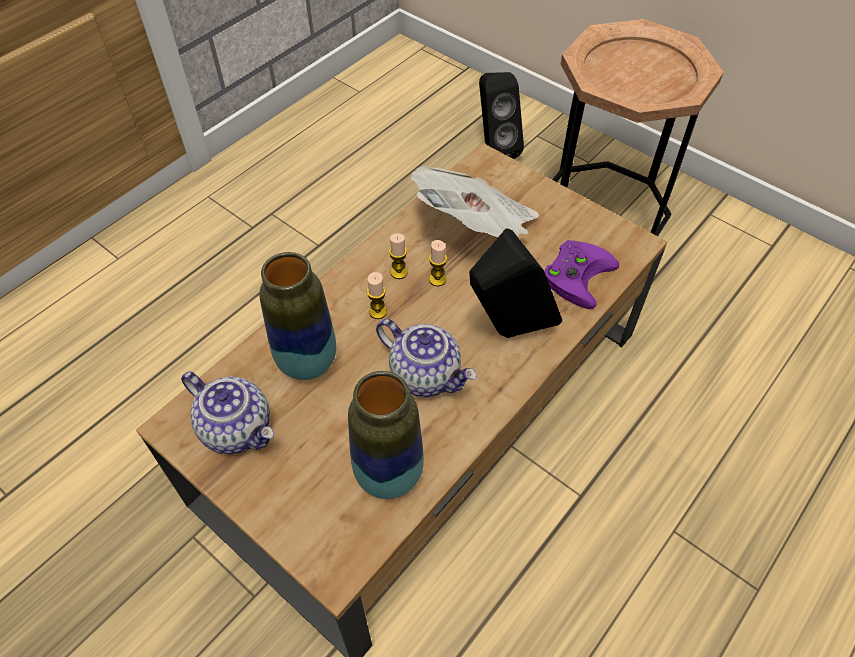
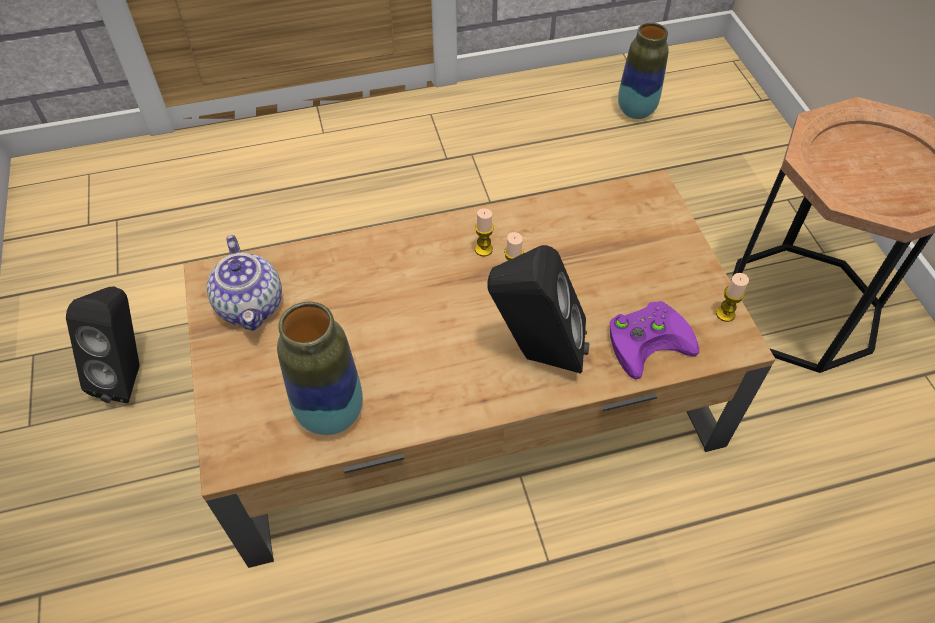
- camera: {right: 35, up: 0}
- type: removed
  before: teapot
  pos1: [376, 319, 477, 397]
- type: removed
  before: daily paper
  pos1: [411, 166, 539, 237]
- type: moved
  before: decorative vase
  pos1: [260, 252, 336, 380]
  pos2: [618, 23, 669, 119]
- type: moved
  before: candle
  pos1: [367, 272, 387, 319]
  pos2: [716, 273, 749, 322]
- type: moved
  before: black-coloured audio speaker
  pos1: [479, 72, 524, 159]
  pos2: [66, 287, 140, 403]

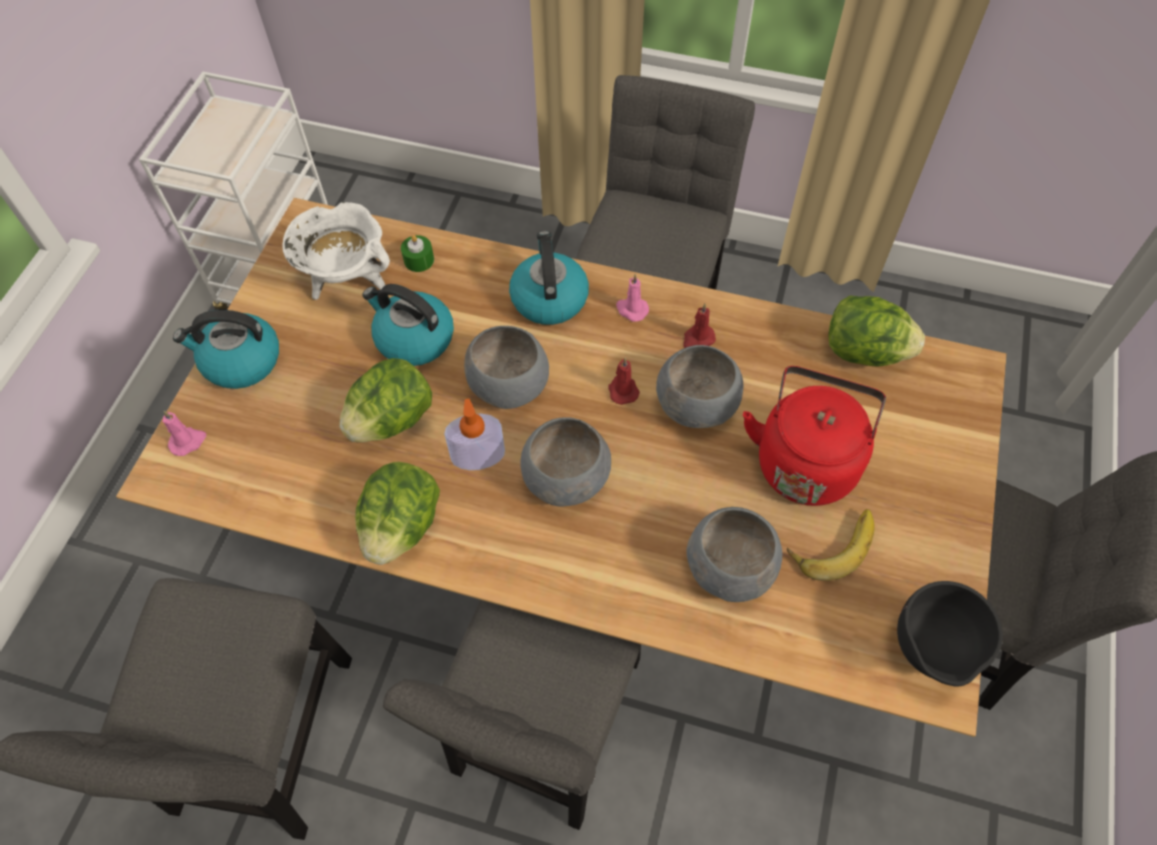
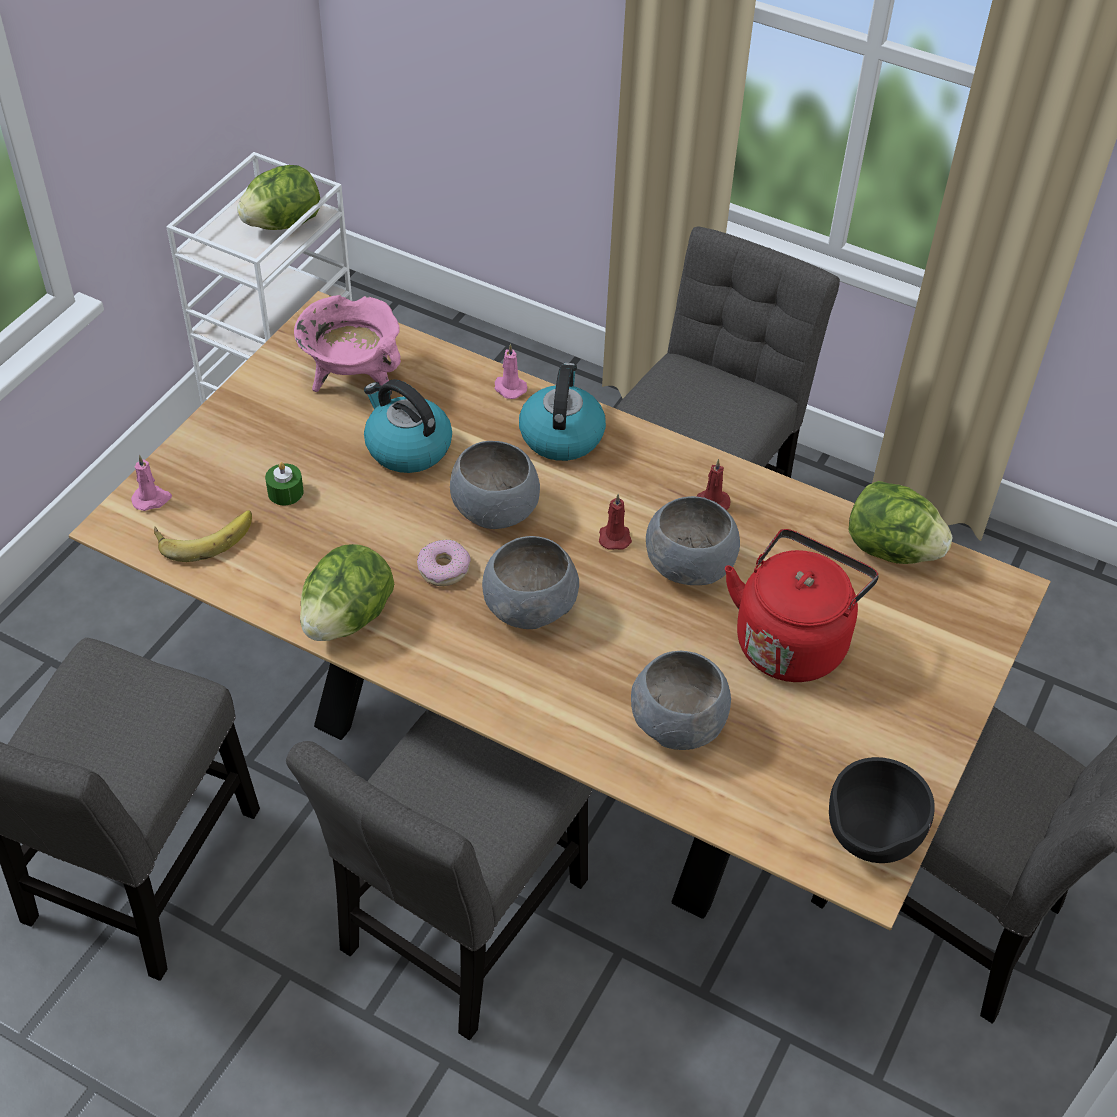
- camera: {right: 10, up: -10}
- type: removed
  before: tea kettle
  pos1: [173, 310, 279, 389]
- type: moved
  before: lettuce
  pos1: [339, 358, 432, 443]
  pos2: [237, 165, 320, 230]
- type: moved
  before: green-coloured candle
  pos1: [401, 235, 434, 272]
  pos2: [265, 462, 304, 505]
- type: moved
  before: pink candle
  pos1: [616, 274, 649, 322]
  pos2: [495, 344, 527, 399]
- type: moved
  before: whole banana
  pos1: [787, 509, 875, 581]
  pos2: [154, 510, 252, 562]
- type: replaced
  before: soap bottle
  after: doughnut
  pos1: [444, 399, 505, 470]
  pos2: [417, 540, 471, 586]
- type: recoloured
  before: white-coloured cooking pot
  after: pink cooking pot
  pos1: [282, 202, 390, 300]
  pos2: [294, 295, 401, 395]

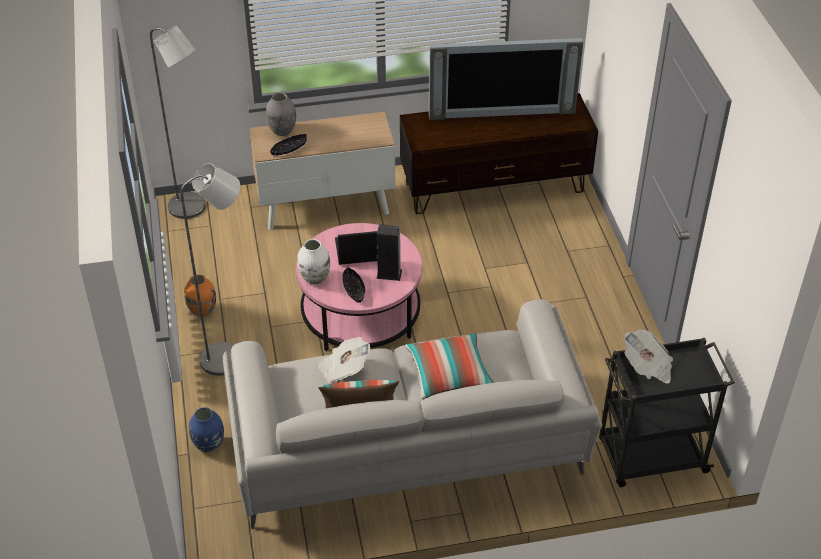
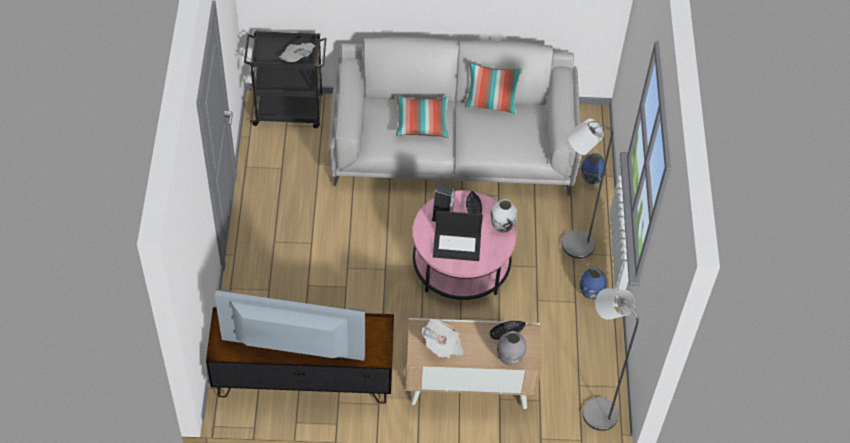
- camera: {right: -170, up: 10}
- type: moved
  before: daily paper
  pos1: [318, 337, 371, 383]
  pos2: [422, 319, 464, 358]
- type: recoloured
  before: orange-coloured decorative vase
  after: blue decorative vase
  pos1: [184, 274, 216, 317]
  pos2: [580, 268, 606, 299]

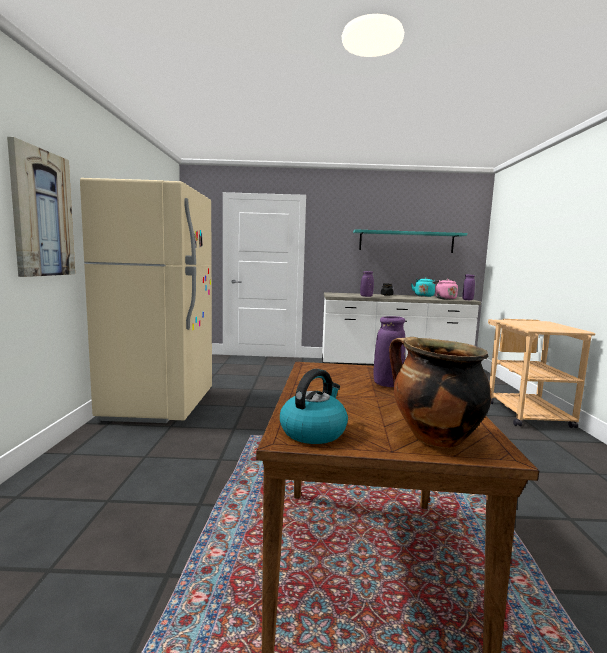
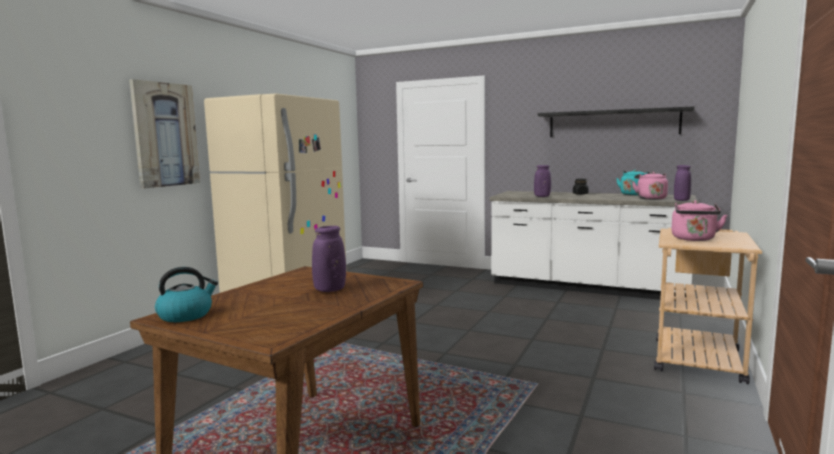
- camera: {right: 25, up: 0}
- type: removed
  before: cooking pot
  pos1: [389, 337, 492, 448]
- type: added
  after: pink tea kettle
  pos2: [671, 200, 727, 241]
- type: recoloured
  before: turquoise-coloured wall shelf
  after: black-coloured wall shelf
  pos1: [353, 229, 467, 253]
  pos2: [538, 106, 694, 137]

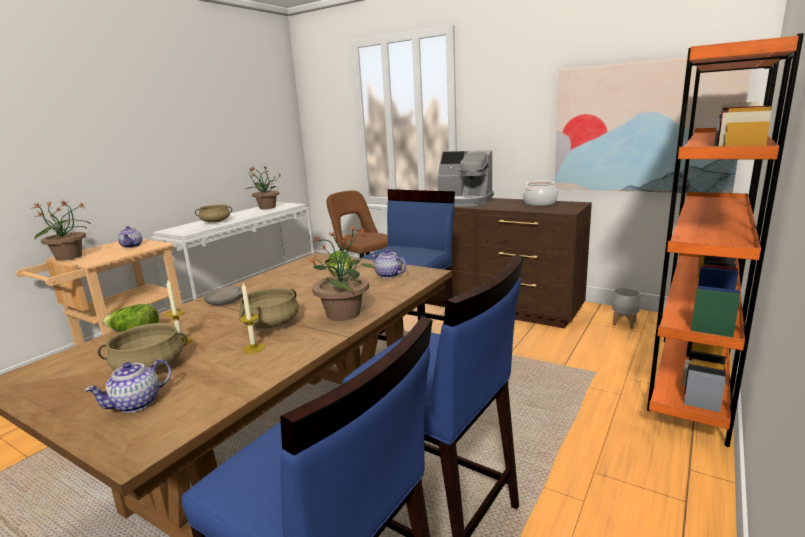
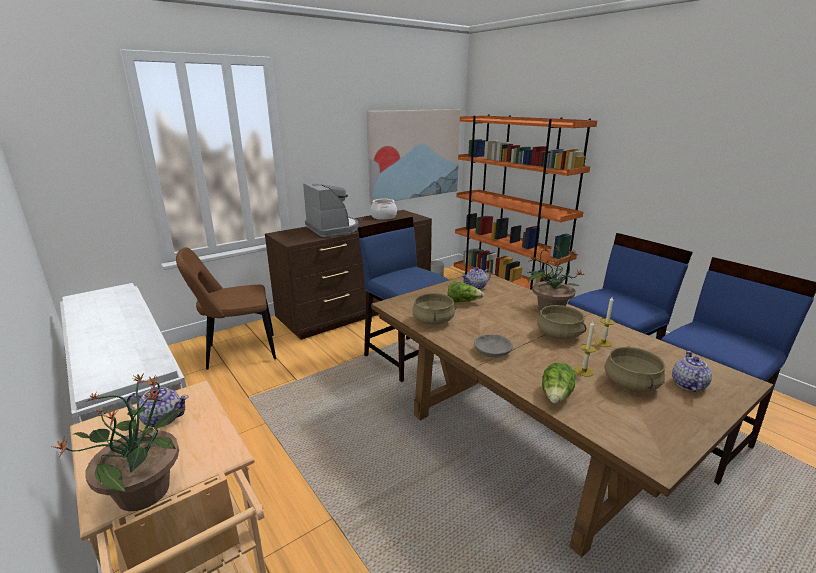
- camera: {right: -70, up: 5}
- type: removed
  before: potted plant
  pos1: [246, 166, 282, 209]
- type: moved
  before: sand-coloured cooking pot
  pos1: [195, 204, 232, 223]
  pos2: [412, 293, 455, 325]
- type: turned
  before: teapot
  pos1: [84, 359, 172, 413]
  pos2: [672, 351, 712, 392]
  turn: -135
- type: turned
  before: coffee brewer
  pos1: [438, 150, 494, 207]
  pos2: [303, 183, 358, 237]
  turn: -75

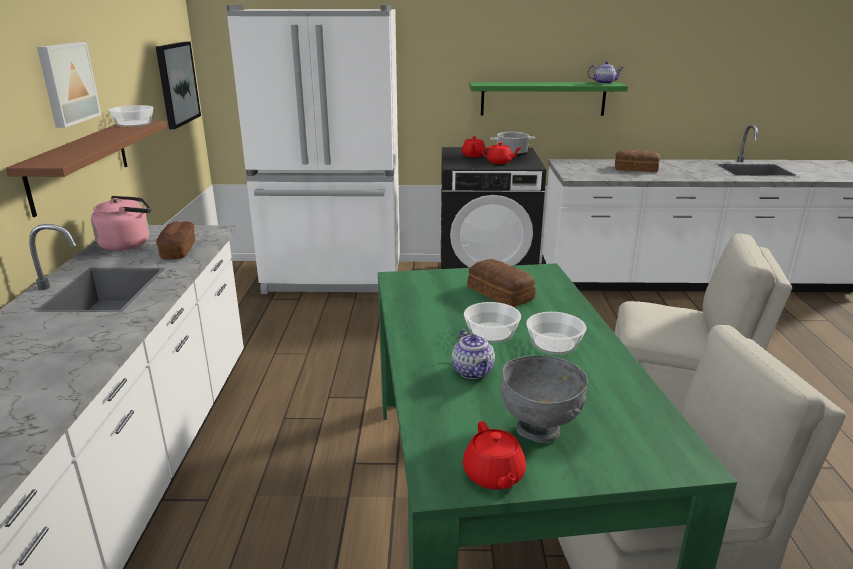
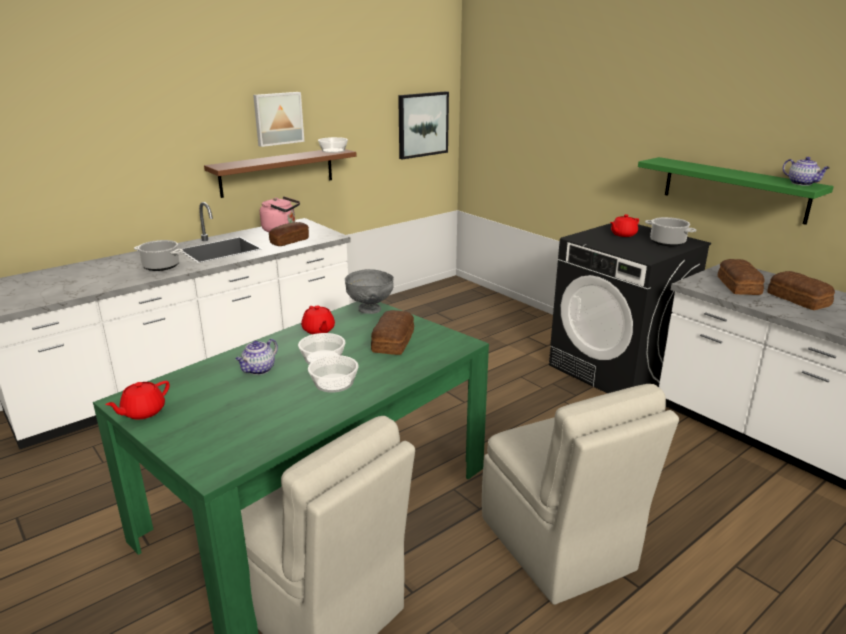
- camera: {right: 50, up: 0}
- type: removed
  before: white-coloured fridge
  pos1: [226, 5, 400, 294]
- type: added
  after: cooking pot
  pos2: [134, 240, 183, 271]
- type: added
  after: bread
  pos2: [718, 259, 765, 295]
- type: moved
  before: red-coloured teapot
  pos1: [481, 142, 521, 164]
  pos2: [301, 306, 335, 334]
- type: moved
  before: grey bowl
  pos1: [500, 355, 588, 443]
  pos2: [345, 269, 394, 314]

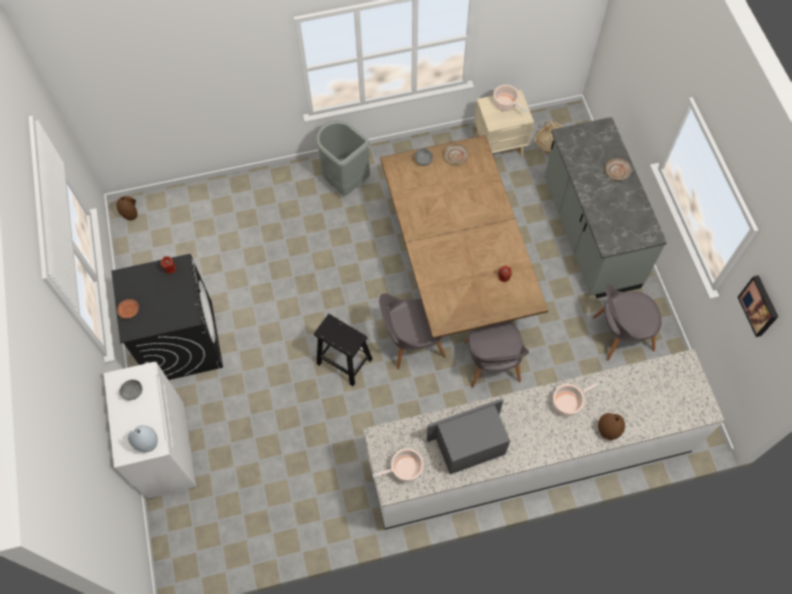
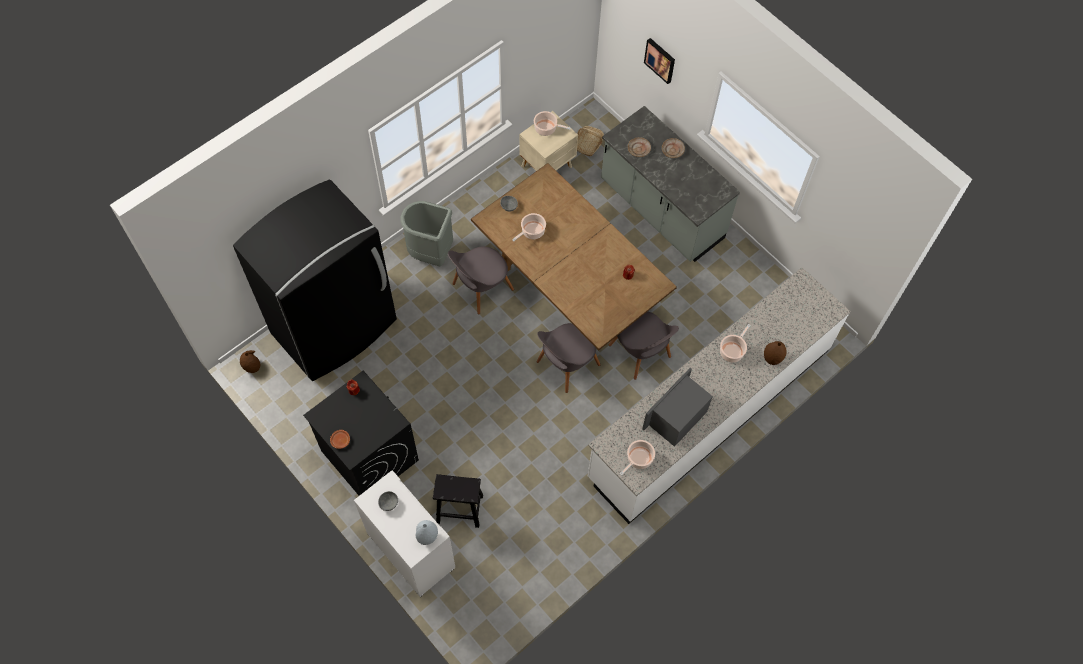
- camera: {right: -30, up: 0}
- type: added
  after: black-coloured fridge
  pos2: [233, 179, 397, 381]
- type: added
  after: cooking pot
  pos2: [512, 213, 546, 241]
- type: moved
  before: black-coloured stool seat
  pos1: [314, 314, 372, 386]
  pos2: [433, 474, 483, 528]
- type: moved
  before: sand-coloured dinner plate
  pos1: [443, 143, 469, 165]
  pos2: [628, 137, 651, 157]
- type: moved
  before: grey chair
  pos1: [593, 284, 662, 361]
  pos2: [448, 247, 514, 315]
- type: moved
  before: wall art
  pos1: [738, 275, 778, 337]
  pos2: [644, 38, 675, 84]

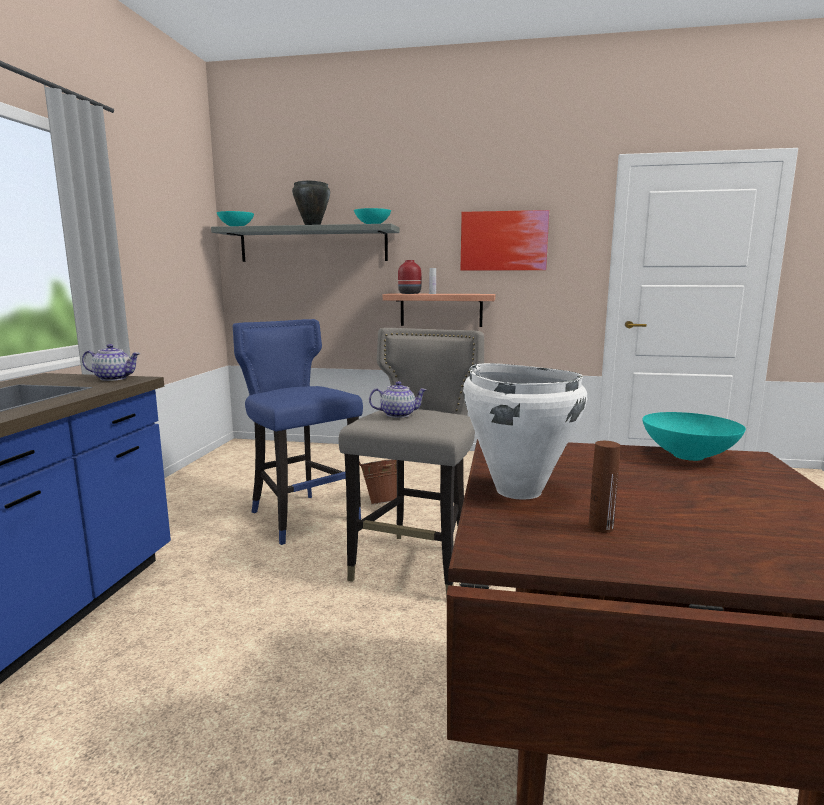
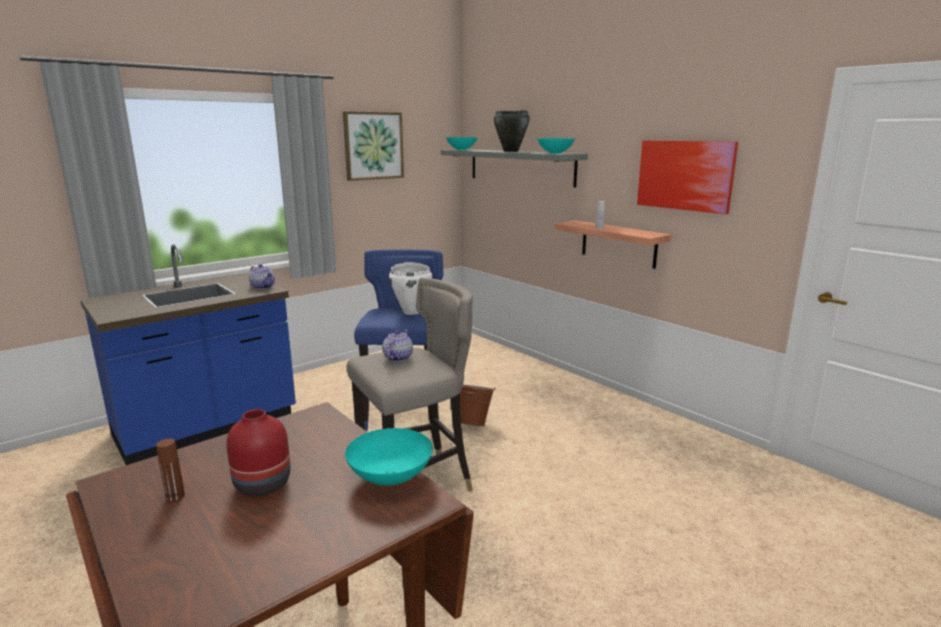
- camera: {right: 40, up: 5}
- type: added
  after: wall art
  pos2: [343, 111, 404, 181]
- type: moved
  before: red-coloured decorative vase
  pos1: [398, 260, 421, 294]
  pos2: [226, 409, 291, 496]
- type: moved
  before: white-coloured cooking pot
  pos1: [463, 363, 587, 500]
  pos2: [389, 262, 432, 315]
- type: turned
  before: teapot
  pos1: [369, 381, 427, 418]
  pos2: [383, 330, 413, 362]
  turn: -105

